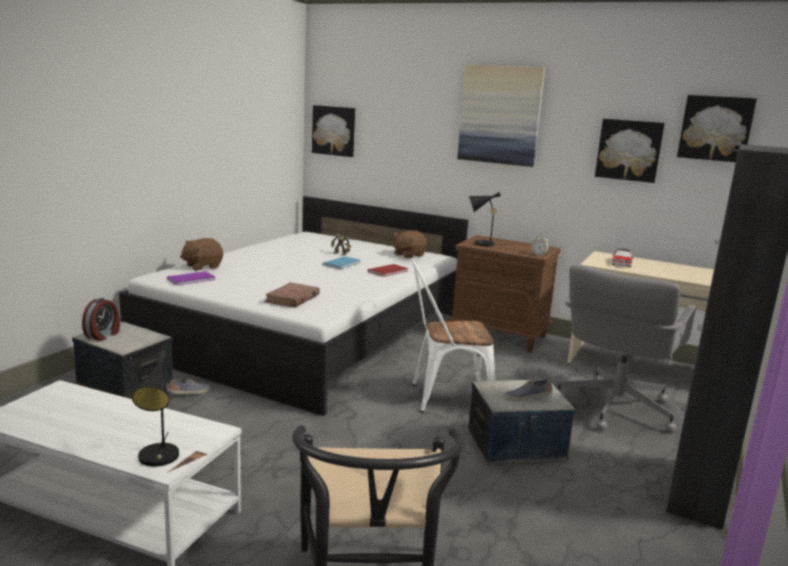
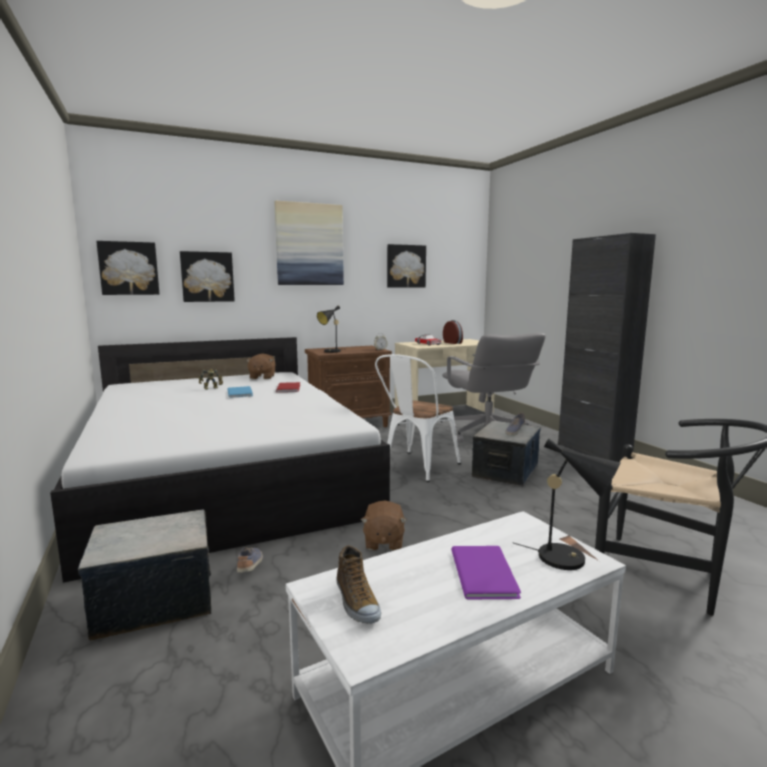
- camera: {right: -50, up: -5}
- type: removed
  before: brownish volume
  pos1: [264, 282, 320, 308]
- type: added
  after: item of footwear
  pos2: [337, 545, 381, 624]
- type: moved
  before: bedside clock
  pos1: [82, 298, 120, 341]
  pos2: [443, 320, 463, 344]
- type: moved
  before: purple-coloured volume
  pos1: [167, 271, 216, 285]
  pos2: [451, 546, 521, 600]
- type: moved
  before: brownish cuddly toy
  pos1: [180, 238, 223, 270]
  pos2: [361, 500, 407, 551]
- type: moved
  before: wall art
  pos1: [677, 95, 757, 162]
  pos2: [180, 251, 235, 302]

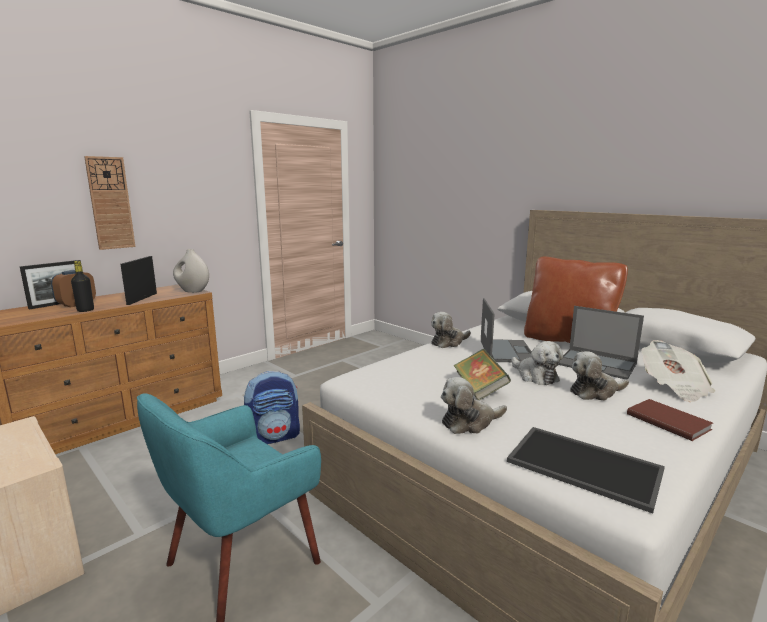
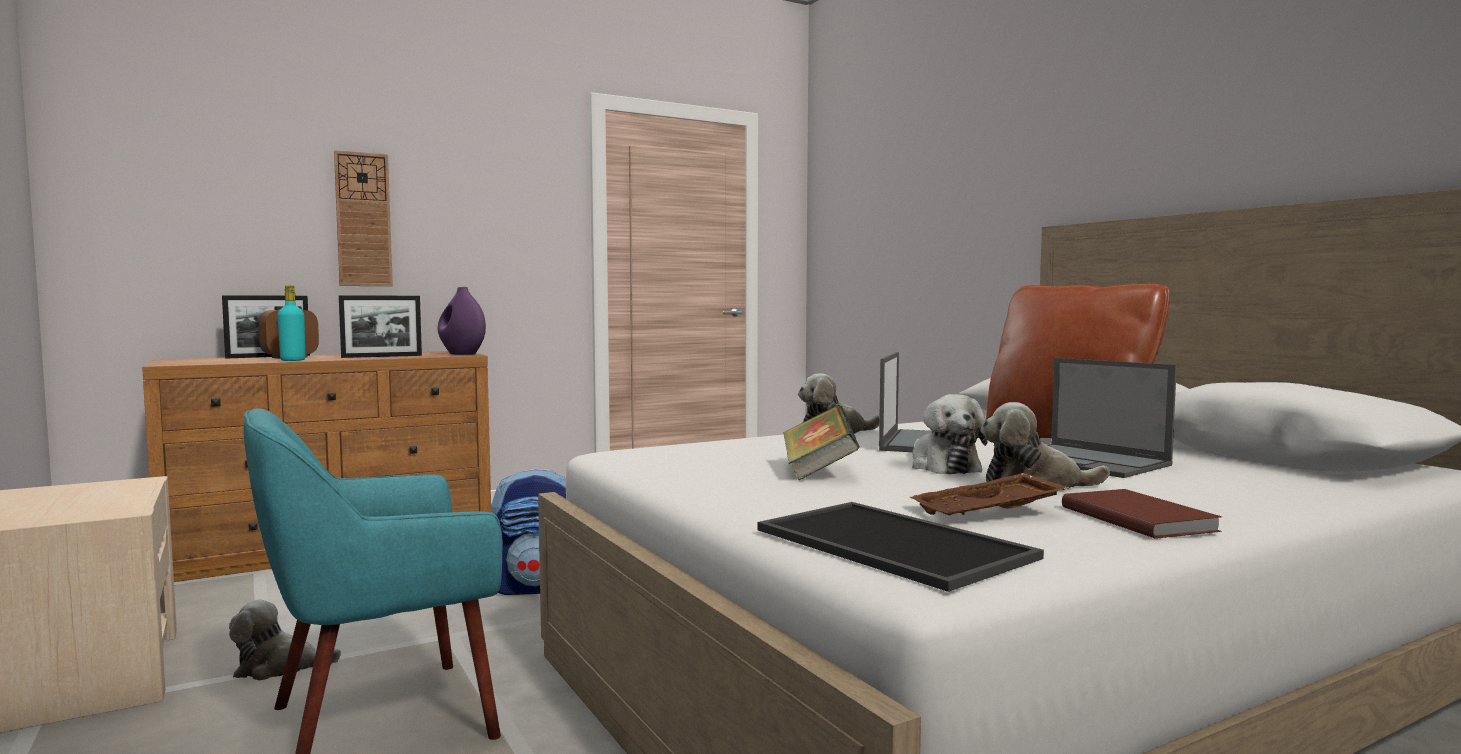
- camera: {right: 15, up: -10}
- type: removed
  before: daily paper
  pos1: [641, 340, 715, 402]
- type: added
  after: brownish carrying tray
  pos2: [910, 473, 1070, 515]
- type: moved
  before: cuddly toy
  pos1: [441, 377, 507, 434]
  pos2: [229, 600, 341, 680]
- type: recoloured
  before: black-coloured beverage bottle
  after: turquoise-coloured beverage bottle
  pos1: [71, 261, 94, 312]
  pos2: [277, 285, 305, 361]
- type: recoloured
  before: white-coloured decorative vase
  after: purple-coloured decorative vase
  pos1: [173, 249, 209, 293]
  pos2: [438, 287, 486, 355]
- type: turned
  before: picture frame
  pos1: [120, 256, 157, 305]
  pos2: [339, 296, 422, 358]
  turn: -135

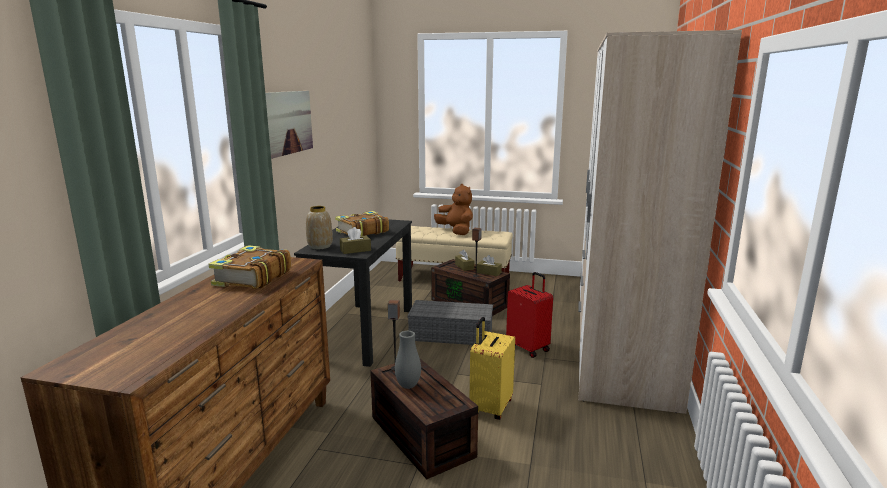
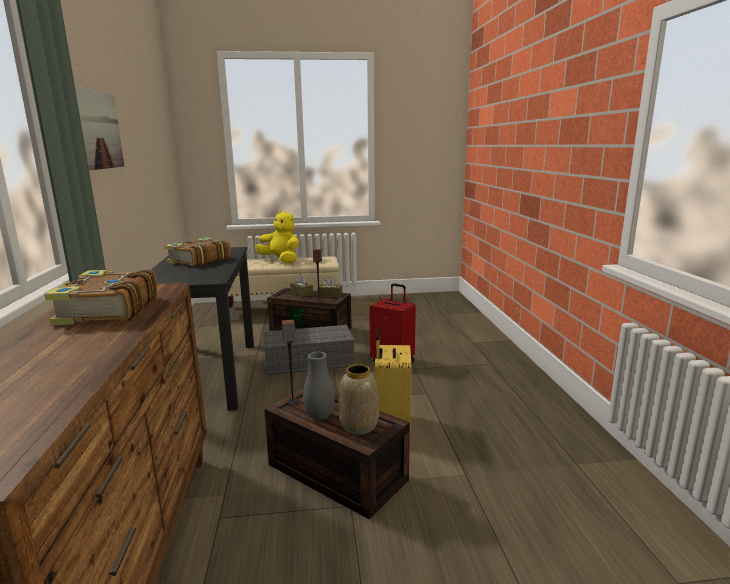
- camera: {right: -20, up: 0}
- type: removed
  before: brownish tissue box
  pos1: [340, 227, 371, 254]
- type: removed
  before: armoire
  pos1: [578, 30, 742, 414]
- type: moved
  before: decorative vase
  pos1: [306, 206, 333, 249]
  pos2: [338, 364, 379, 435]
- type: recoloured
  before: brownish cuddly toy
  after: yellow-coloured cuddly toy
  pos1: [434, 184, 473, 235]
  pos2: [255, 211, 299, 263]

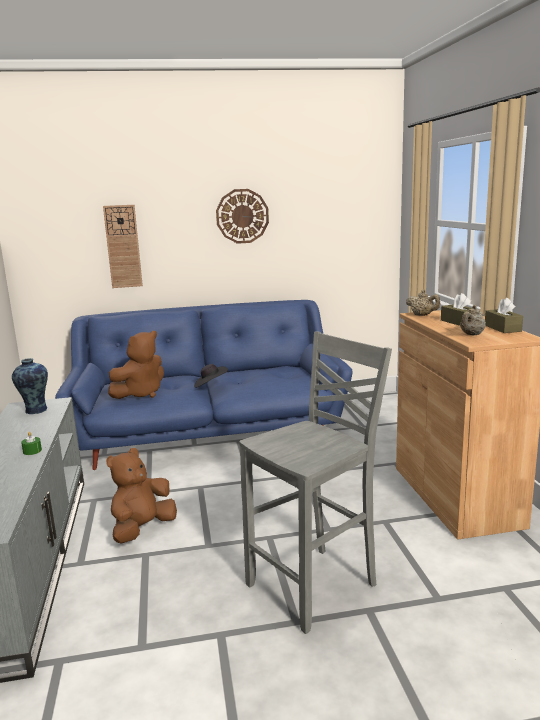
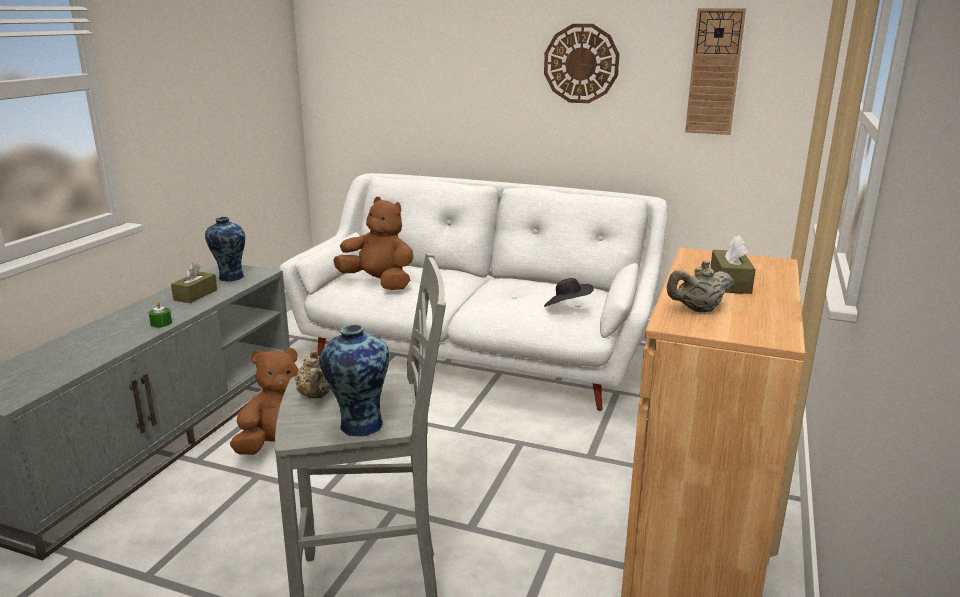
- camera: {right: 30, up: 5}
- type: added
  after: decorative vase
  pos2: [319, 324, 390, 437]
- type: moved
  before: clock on the wall
  pos1: [103, 205, 143, 288]
  pos2: [685, 8, 746, 135]
- type: moved
  before: black-coloured clothing hat
  pos1: [194, 364, 228, 388]
  pos2: [544, 278, 594, 307]
- type: moved
  before: sand-coloured teapot
  pos1: [406, 289, 440, 316]
  pos2: [295, 350, 331, 398]
- type: moved
  before: brownish tissue box
  pos1: [485, 298, 523, 333]
  pos2: [171, 263, 217, 303]
- type: recoloured
  before: blue couch
  after: white-coloured couch
  pos1: [55, 300, 353, 470]
  pos2: [279, 173, 668, 411]
- type: turned
  before: brownish cuddly toy
  pos1: [108, 331, 164, 399]
  pos2: [333, 197, 414, 290]
  turn: -135

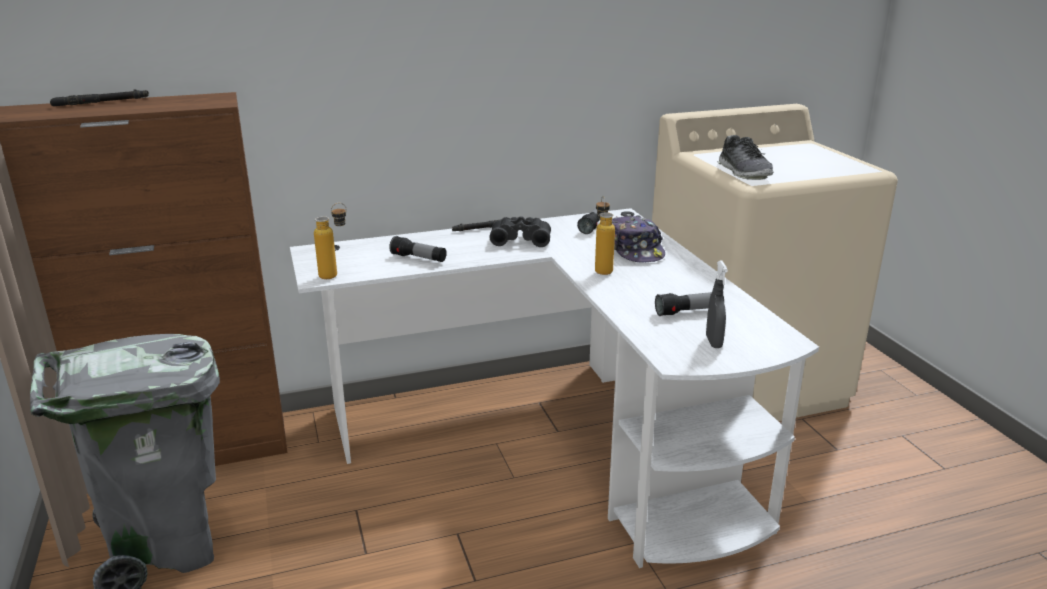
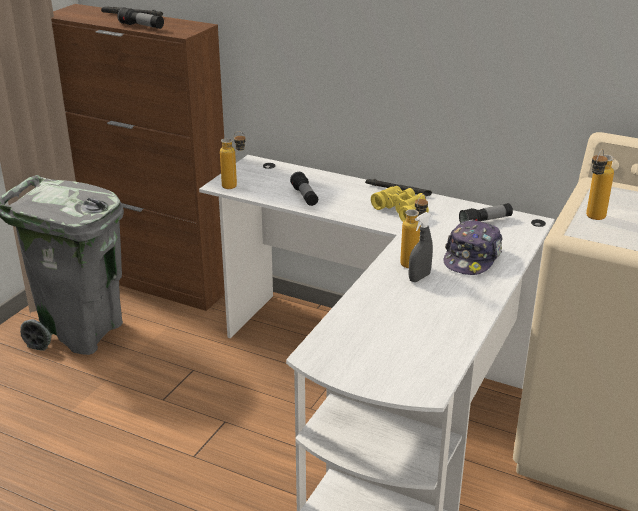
- camera: {right: 45, up: 5}
- type: moved
  before: hand torch
  pos1: [655, 292, 724, 316]
  pos2: [117, 7, 164, 29]
- type: moved
  before: grey spray bottle
  pos1: [706, 261, 728, 348]
  pos2: [409, 212, 433, 282]
- type: replaced
  before: item of footwear
  after: beverage bottle
  pos1: [718, 135, 774, 180]
  pos2: [586, 149, 614, 220]
- type: recoloured
  before: black-coloured pair of binoculars
  after: yellow-coloured pair of binoculars
  pos1: [489, 216, 551, 247]
  pos2: [371, 186, 429, 222]

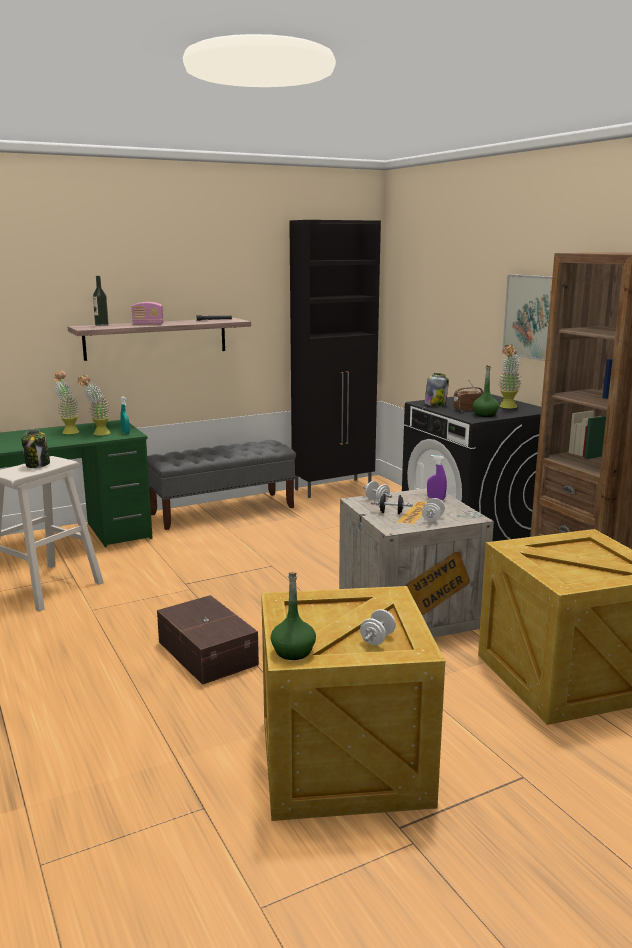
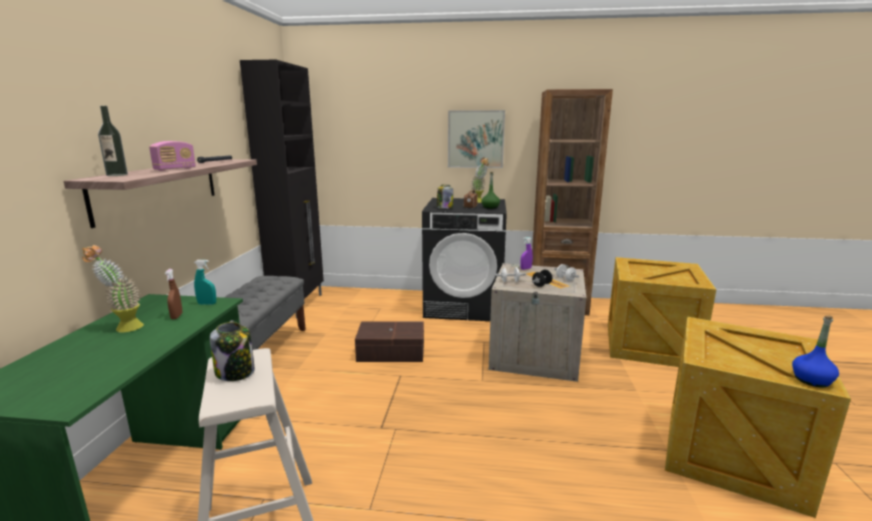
- camera: {right: -55, up: 0}
- type: removed
  before: white-coloured dumbbell
  pos1: [360, 609, 396, 645]
- type: moved
  before: brownish storage bin
  pos1: [157, 595, 259, 685]
  pos2: [355, 321, 424, 362]
- type: replaced
  before: potted plant
  after: brownish spray bottle
  pos1: [78, 375, 111, 435]
  pos2: [165, 269, 182, 319]
- type: recoloured
  before: green-coloured beverage bottle
  after: blue beverage bottle
  pos1: [271, 572, 316, 660]
  pos2: [792, 315, 839, 388]

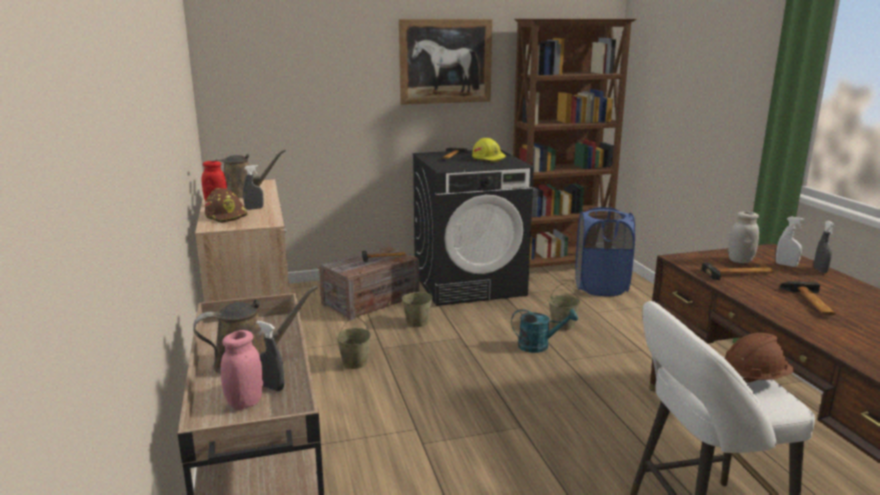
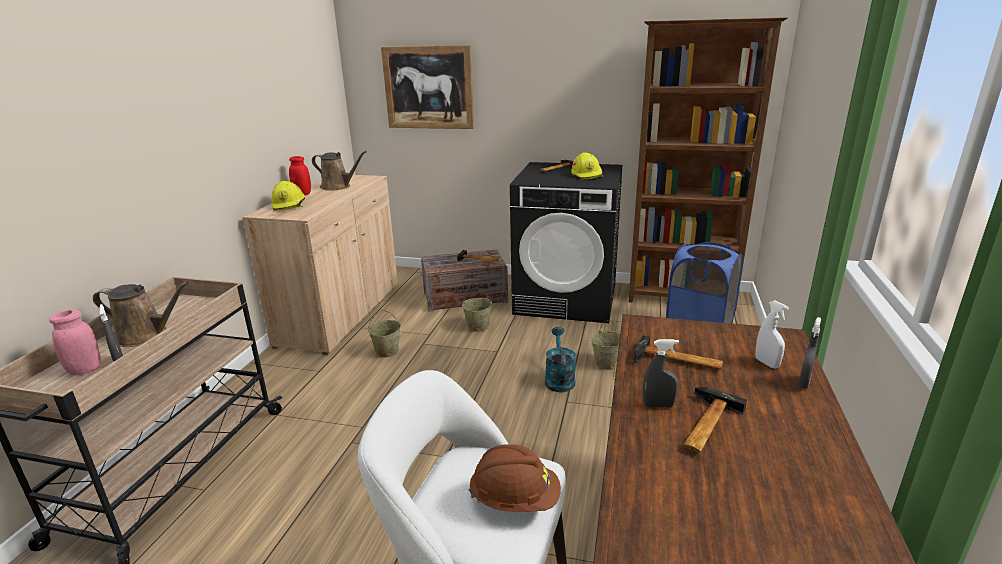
- camera: {right: 30, up: 5}
- type: removed
  before: white-coloured jar
  pos1: [728, 211, 759, 263]
- type: moved
  before: grey spray bottle
  pos1: [243, 165, 264, 210]
  pos2: [643, 339, 679, 408]
- type: moved
  before: wall art
  pos1: [399, 19, 493, 105]
  pos2: [381, 45, 474, 129]
- type: recoloured
  before: brownish hard hat
  after: yellow-coloured hard hat
  pos1: [205, 188, 248, 223]
  pos2: [272, 181, 305, 211]
- type: turned
  before: turquoise-coloured sprinkling can
  pos1: [511, 309, 578, 353]
  pos2: [545, 327, 576, 392]
  turn: -120

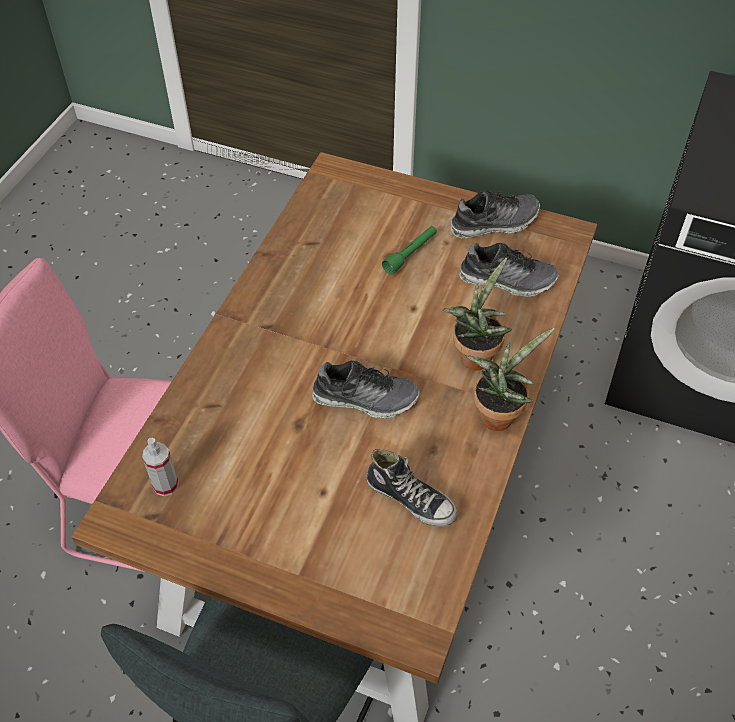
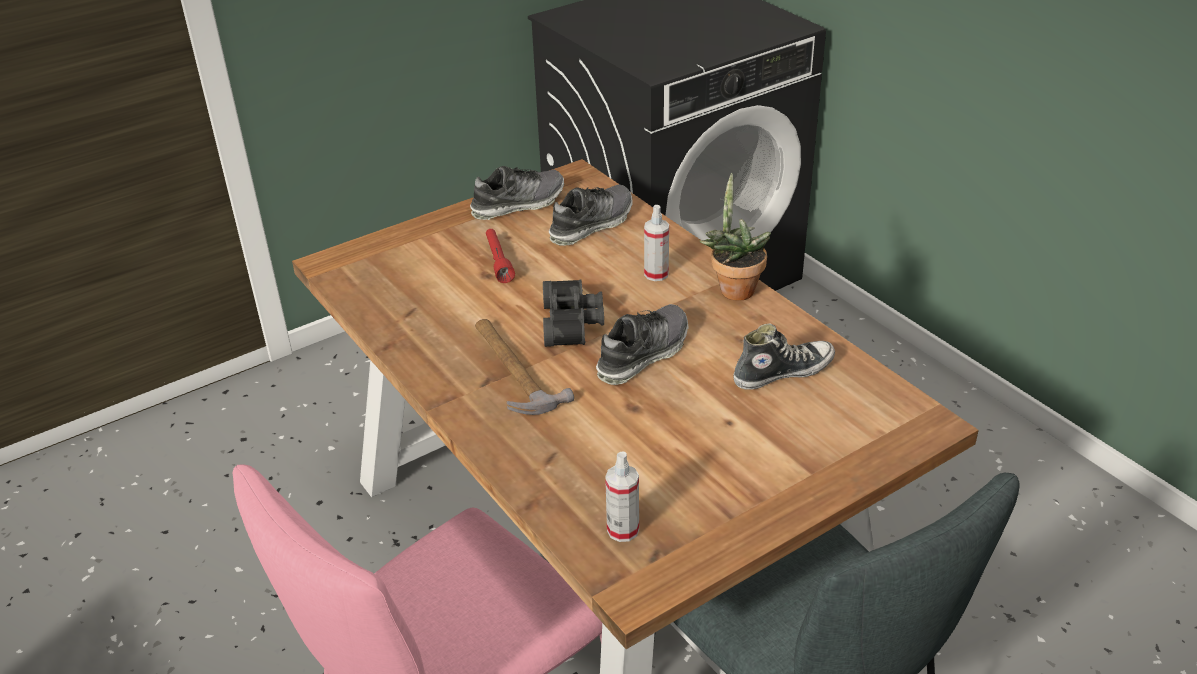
- camera: {right: -55, up: -15}
- type: added
  after: tool hammer
  pos2: [475, 319, 574, 415]
- type: added
  after: black-coloured pair of binoculars
  pos2: [543, 279, 604, 347]
- type: replaced
  before: potted plant
  after: spray bottle
  pos1: [442, 258, 512, 370]
  pos2: [644, 205, 669, 281]
- type: recoloured
  before: green-coloured hand torch
  after: red-coloured hand torch
  pos1: [382, 226, 437, 275]
  pos2: [486, 229, 515, 283]
- type: turned
  before: item of footwear
  pos1: [451, 190, 540, 239]
  pos2: [470, 166, 564, 220]
  turn: 45

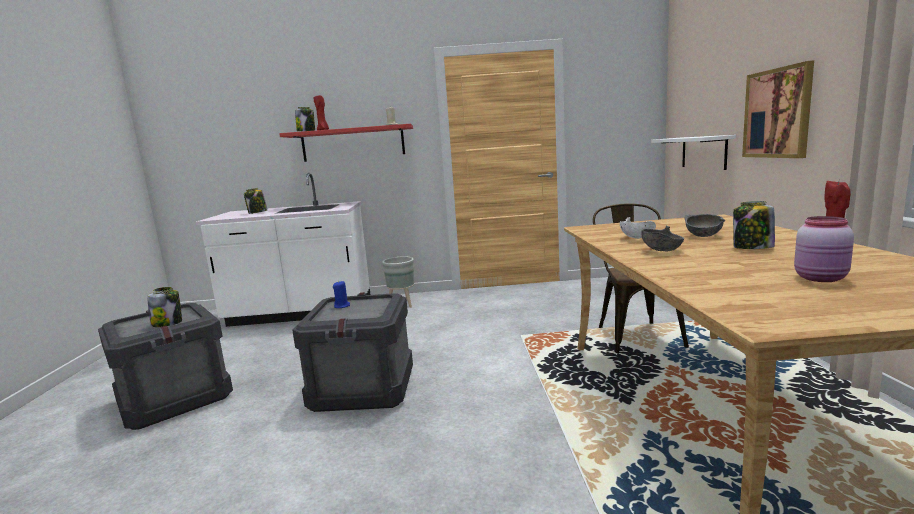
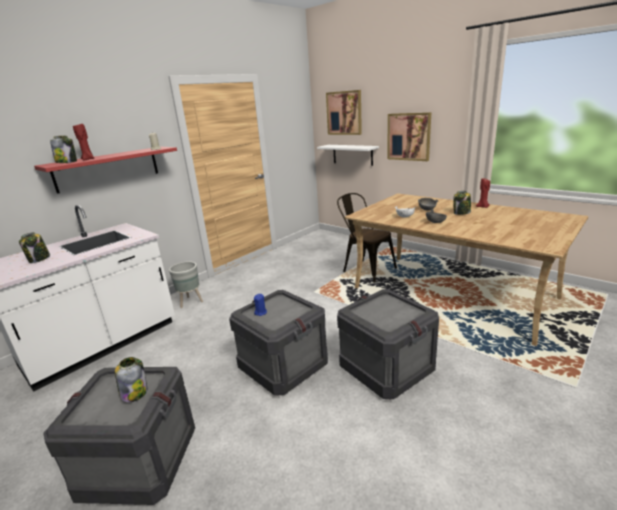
- camera: {right: -45, up: 10}
- type: removed
  before: pink jar
  pos1: [794, 216, 854, 282]
- type: added
  after: wall art
  pos2: [326, 90, 362, 135]
- type: added
  after: packing crate
  pos2: [337, 289, 439, 399]

